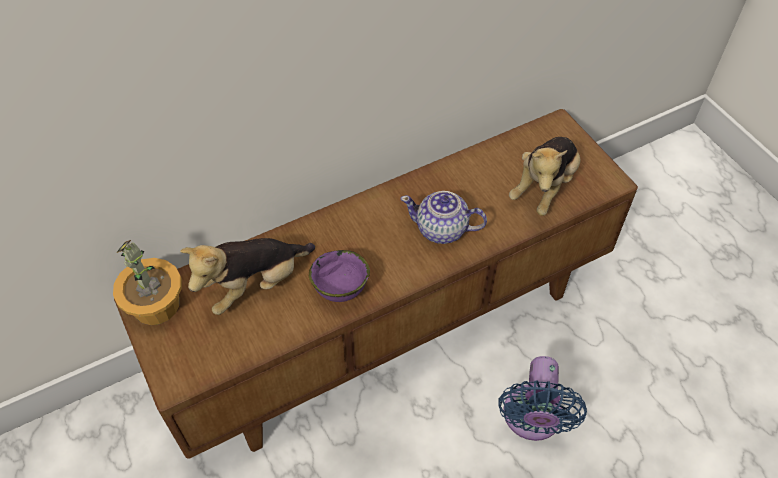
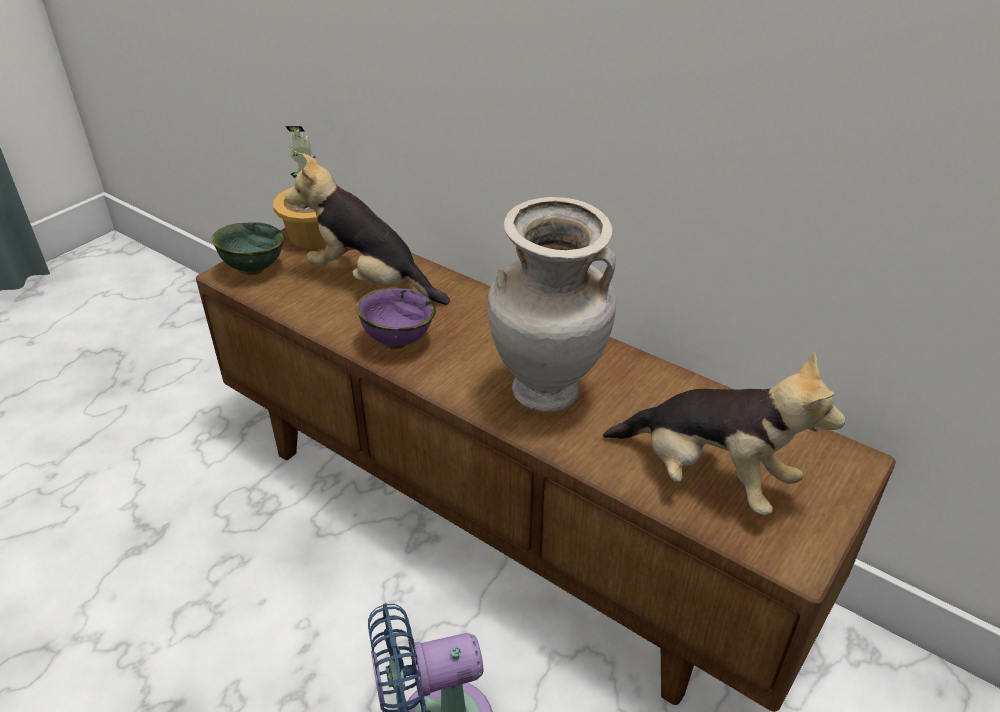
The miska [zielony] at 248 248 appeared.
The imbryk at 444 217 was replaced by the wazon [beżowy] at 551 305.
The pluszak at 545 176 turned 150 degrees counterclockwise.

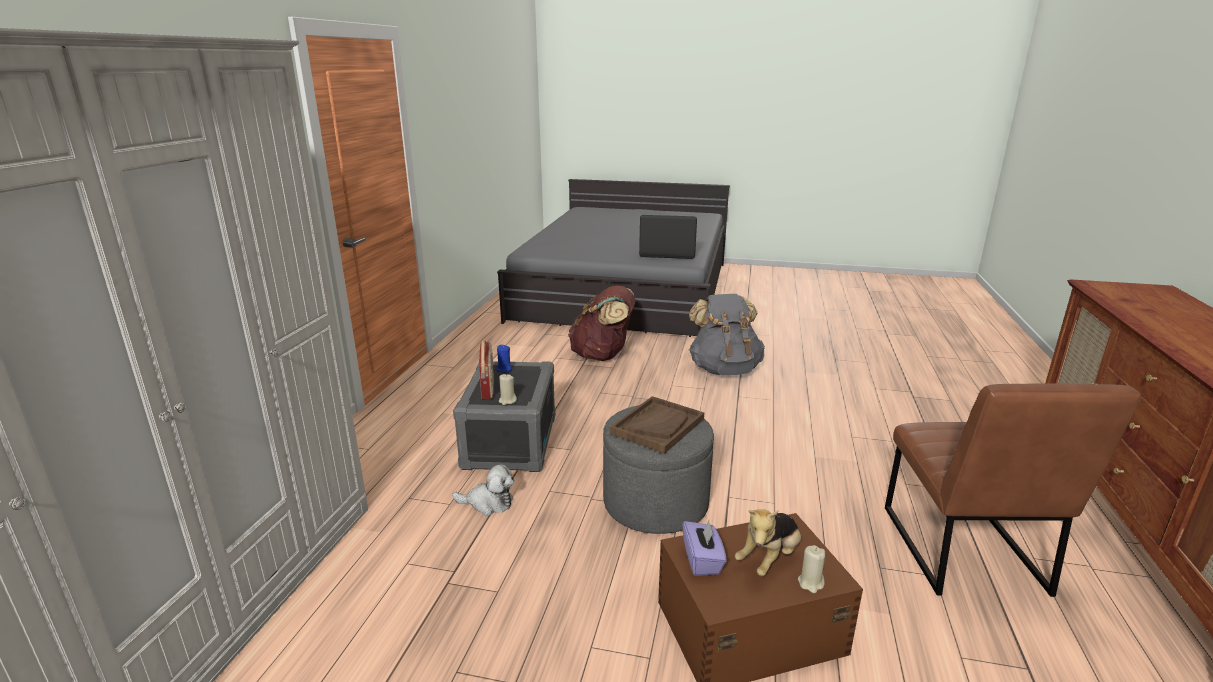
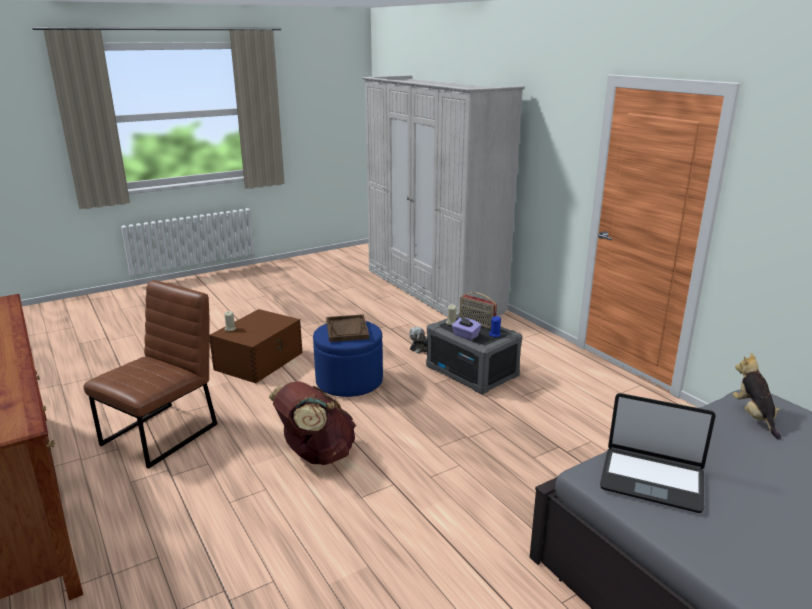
The plecak [szary] at 727 334 disappeared.
The plecak [brązowy] moved from 602 323 to 312 423.
The pudełko chusteczek [fioletowy] moved from 705 548 to 466 328.
The pluszak moved from 768 542 to 757 396.
The pufa [szary] at 658 469 became the pufa [niebieski] at 348 359.
The laptop at 668 237 turned 60 degrees clockwise.
The krzesło [brązowy] at 1013 490 turned 75 degrees clockwise.

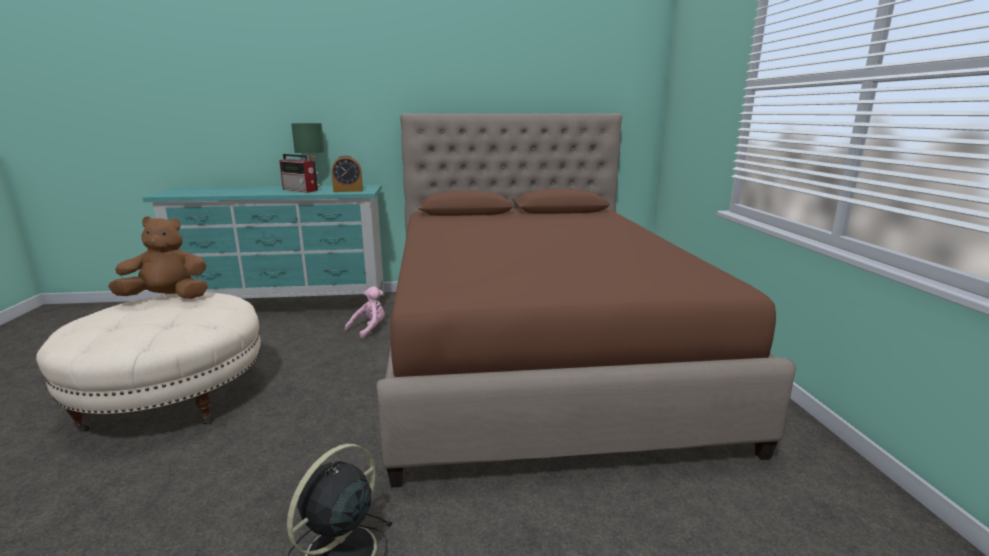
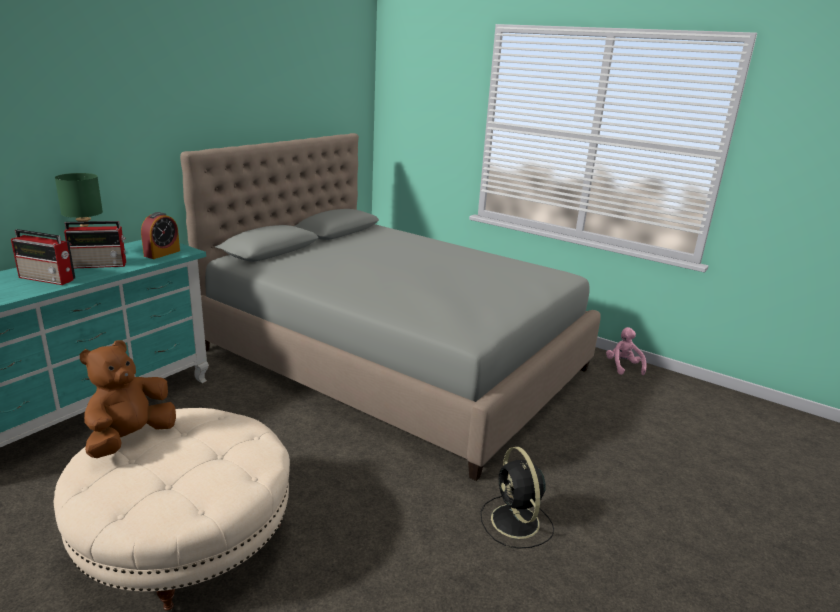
The radio at 43 257 appeared.
The pluszak [różowy] moved from 365 312 to 626 351.
The łóżko [brązowy] at 586 300 became the łóżko [szary] at 390 307.

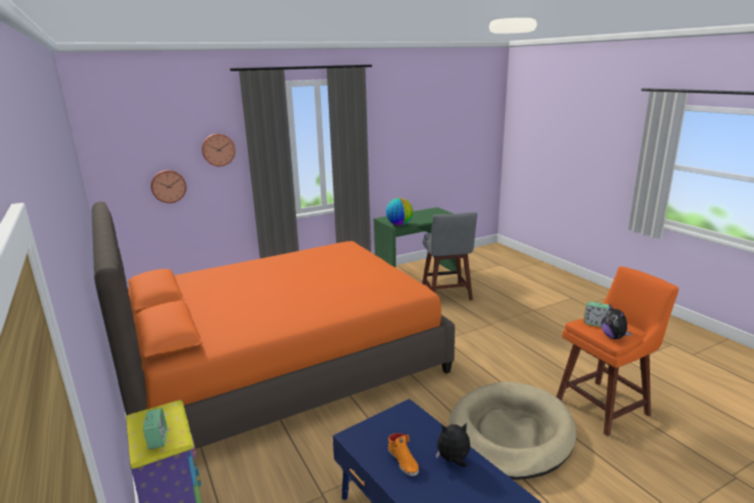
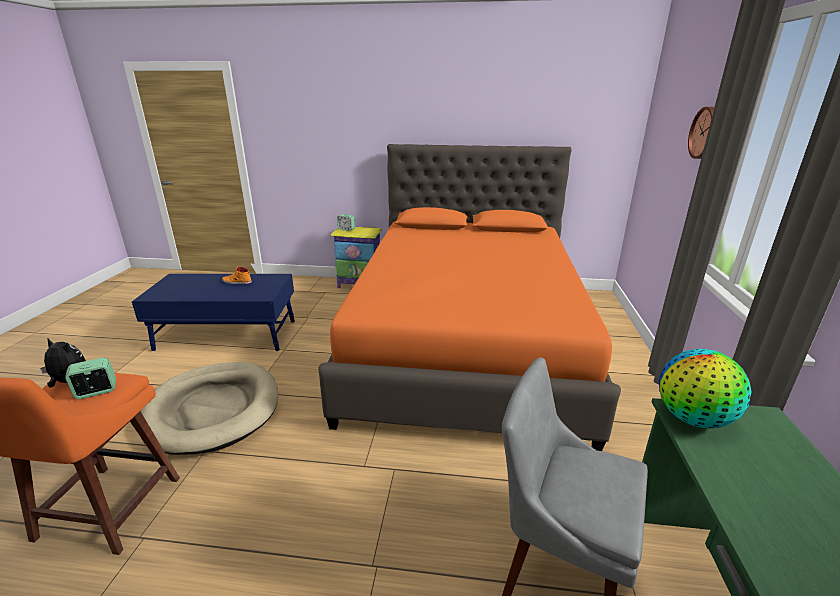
The zegar ścienny at 168 186 disappeared.
The pluszak at 453 445 disappeared.

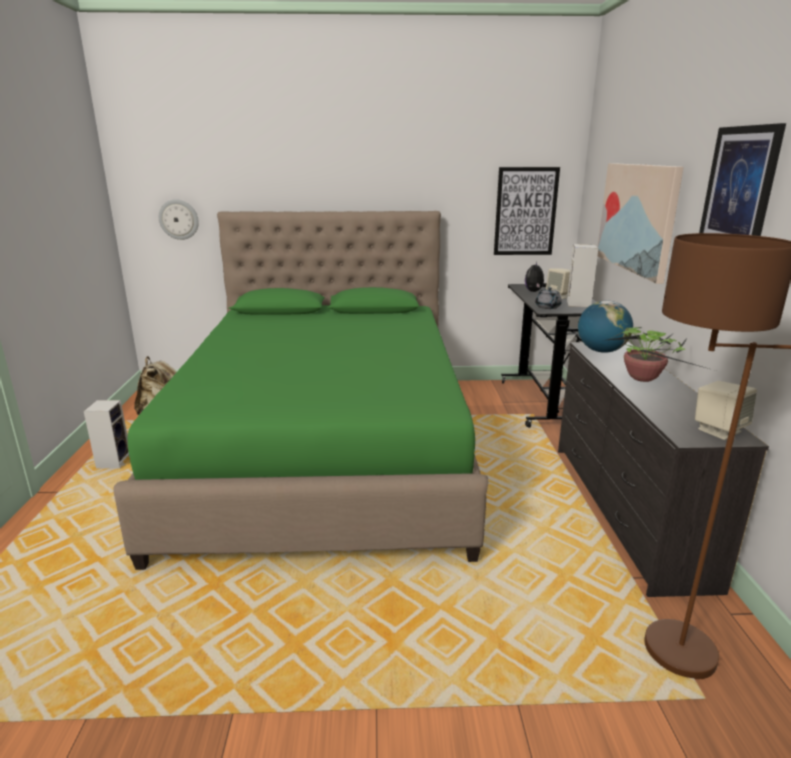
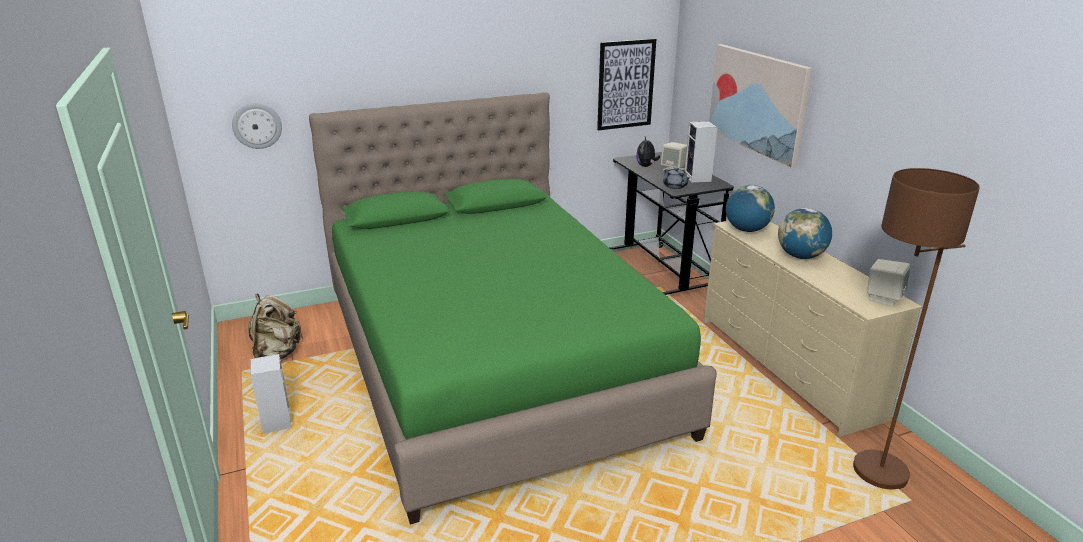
The obraz at 742 179 disappeared.
The roślina doniczkowa at 662 354 was replaced by the globus at 805 233.
The komoda [czarny] at 663 469 became the komoda [beżowy] at 813 329.

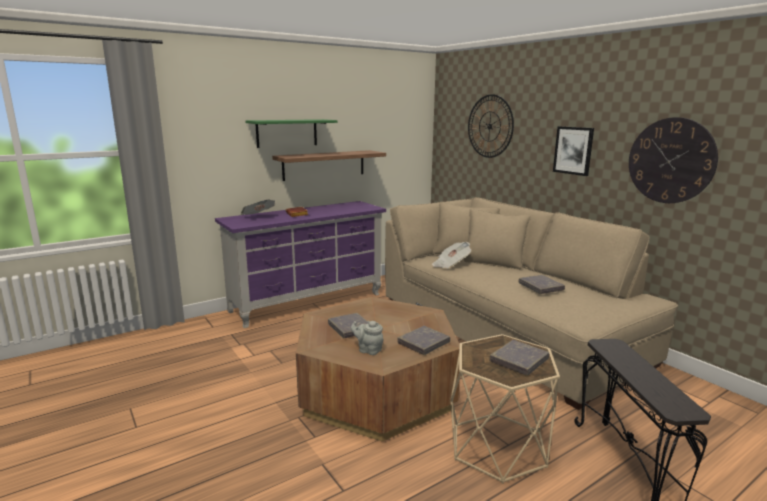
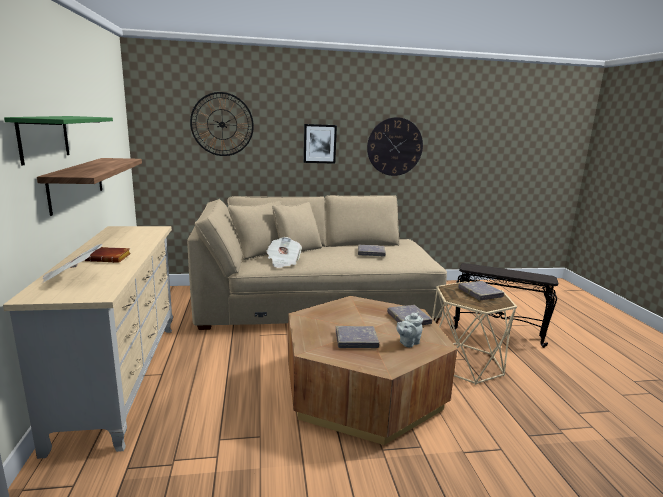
The komoda [fioletowy] at 300 264 became the komoda [beżowy] at 88 342.

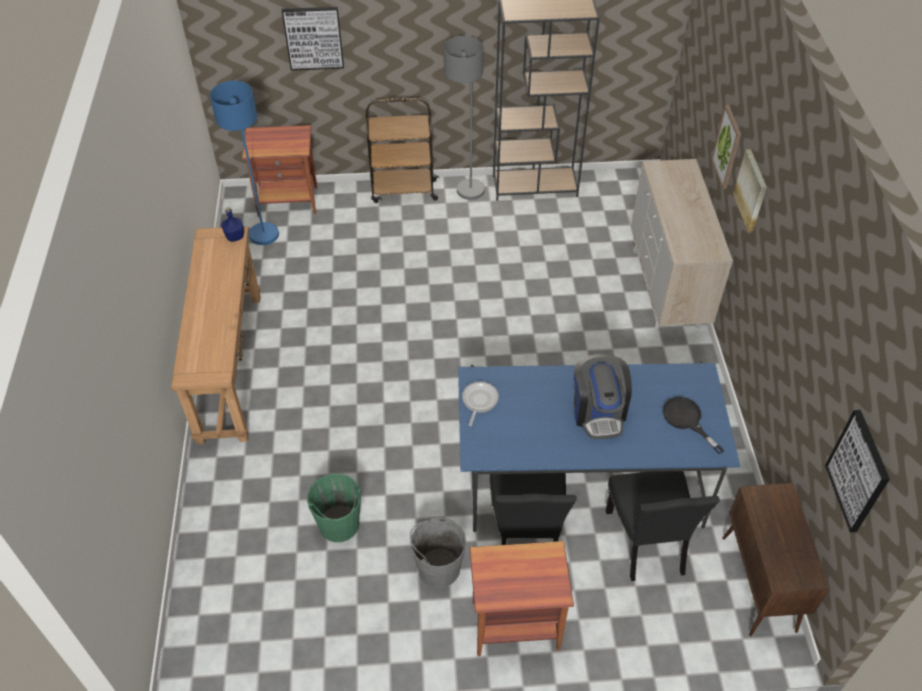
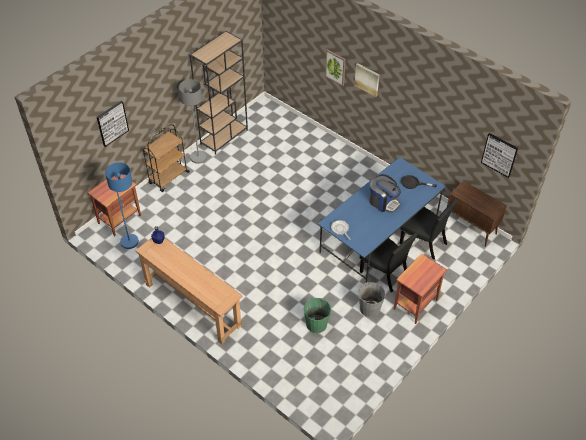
The komoda [biały] at 682 245 disappeared.

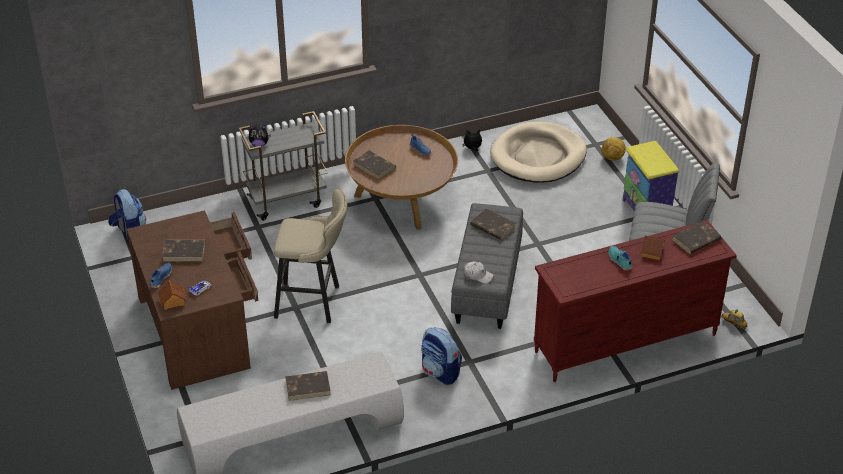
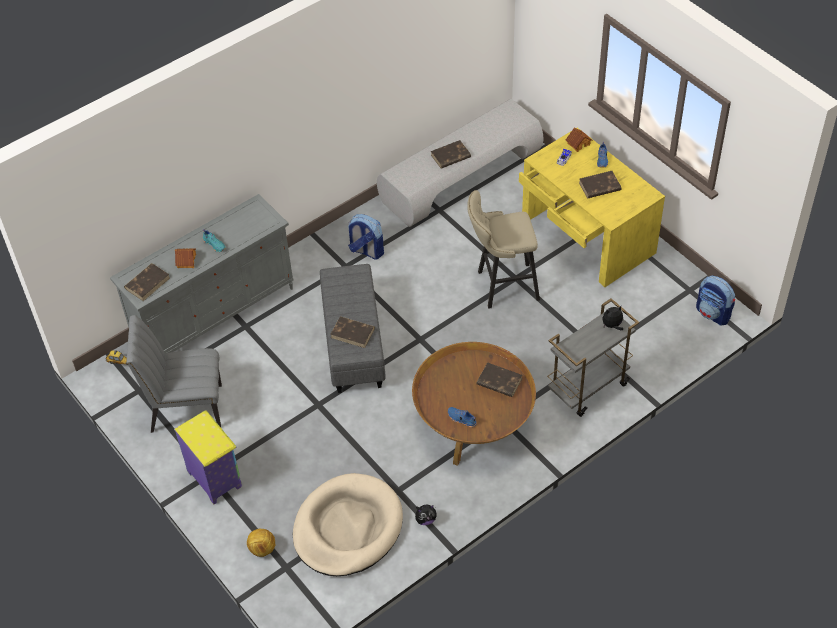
The czapka z daszkiem [biały] at 479 272 disappeared.
The biurko [brązowy] at 192 300 became the biurko [żółty] at 592 207.
The komoda [czerwony] at 635 301 became the komoda [szary] at 202 273.

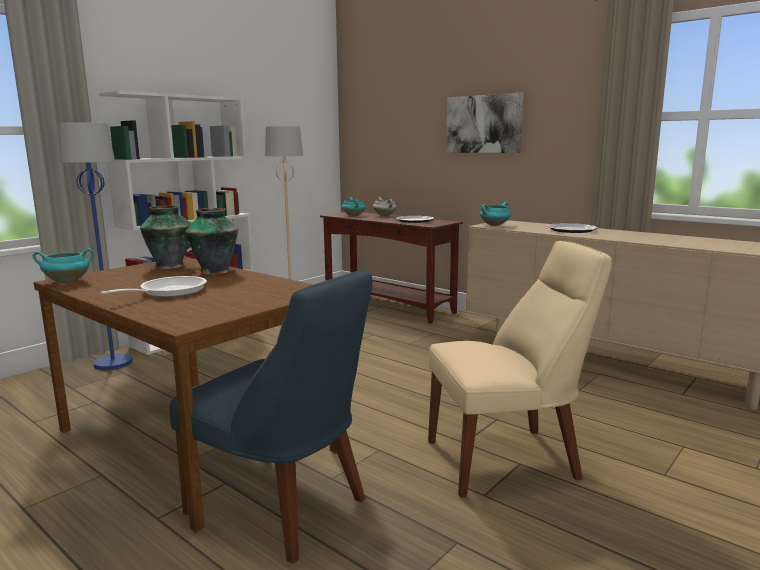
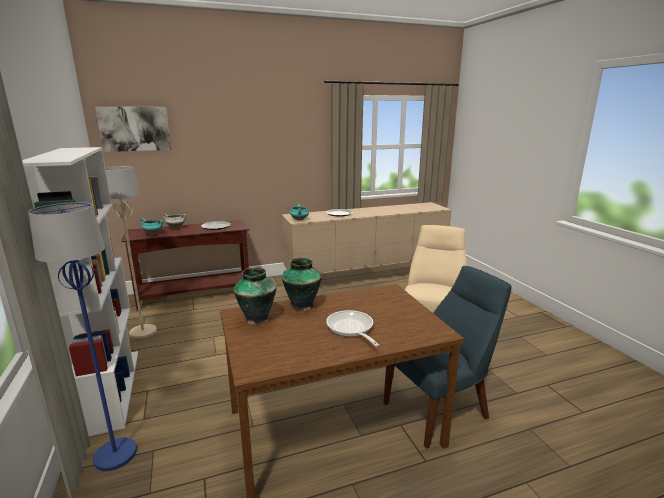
The garnek [turkusowy] at 63 266 disappeared.
The obraz moved from 484 123 to 133 129.

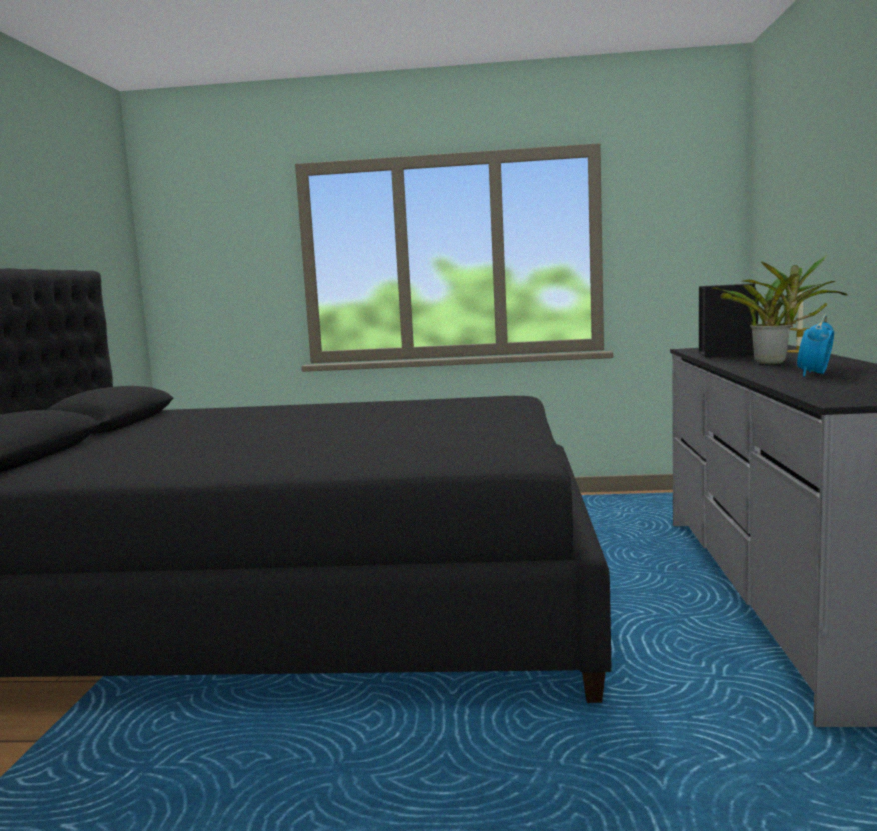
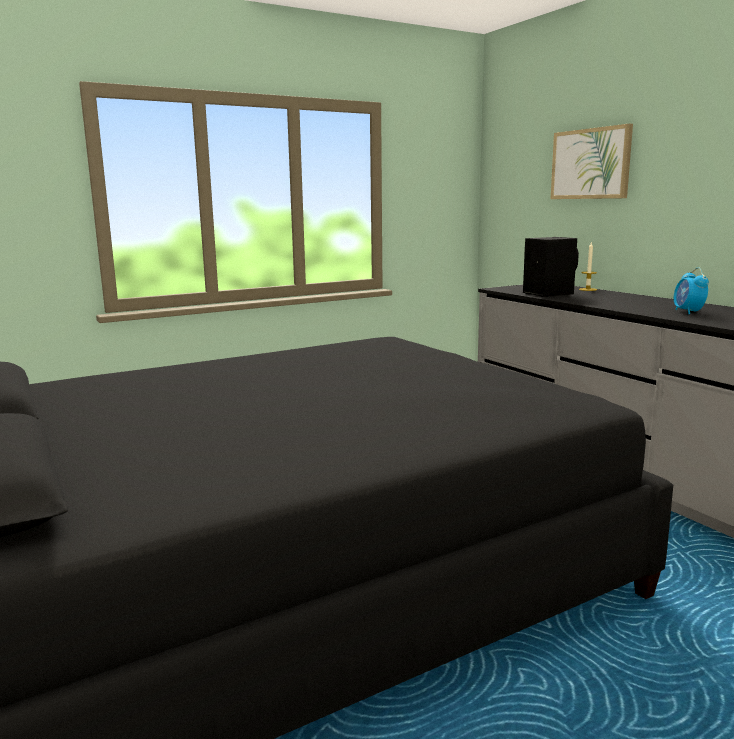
The roślina doniczkowa at 780 309 disappeared.
The obraz at 592 161 appeared.

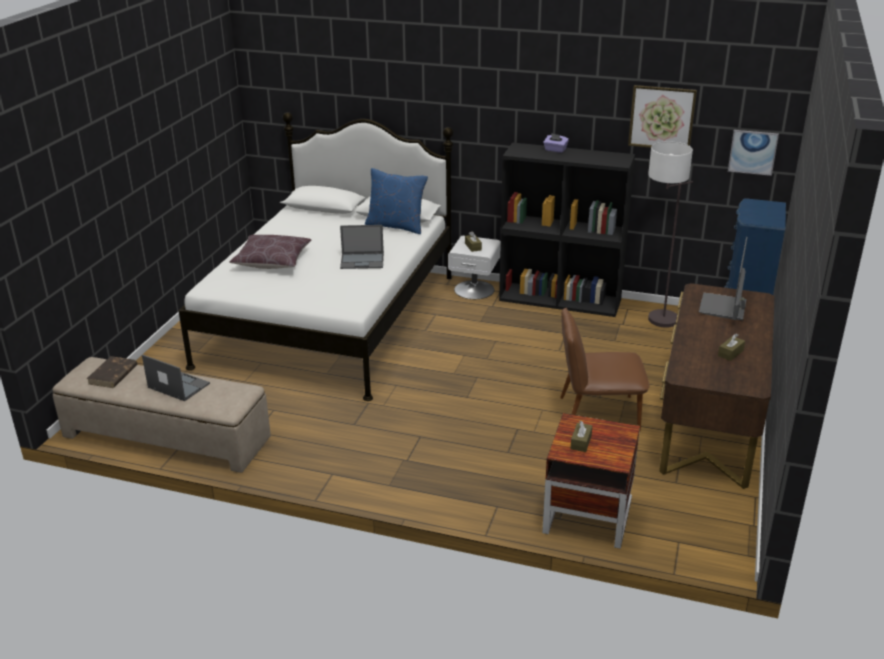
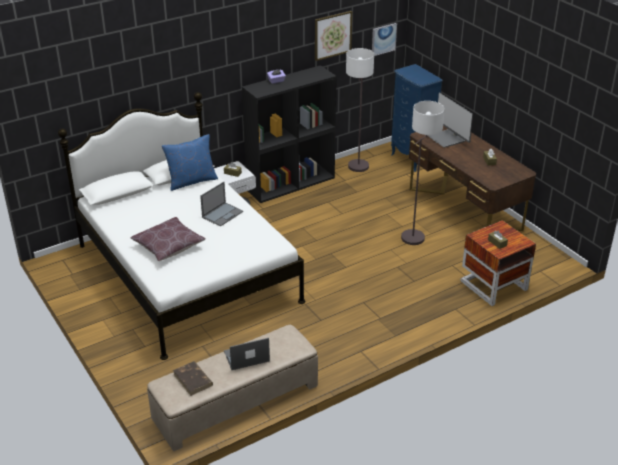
The krzesło [brązowy] at 604 370 was replaced by the lampa stojąca [biały] at 423 173.

